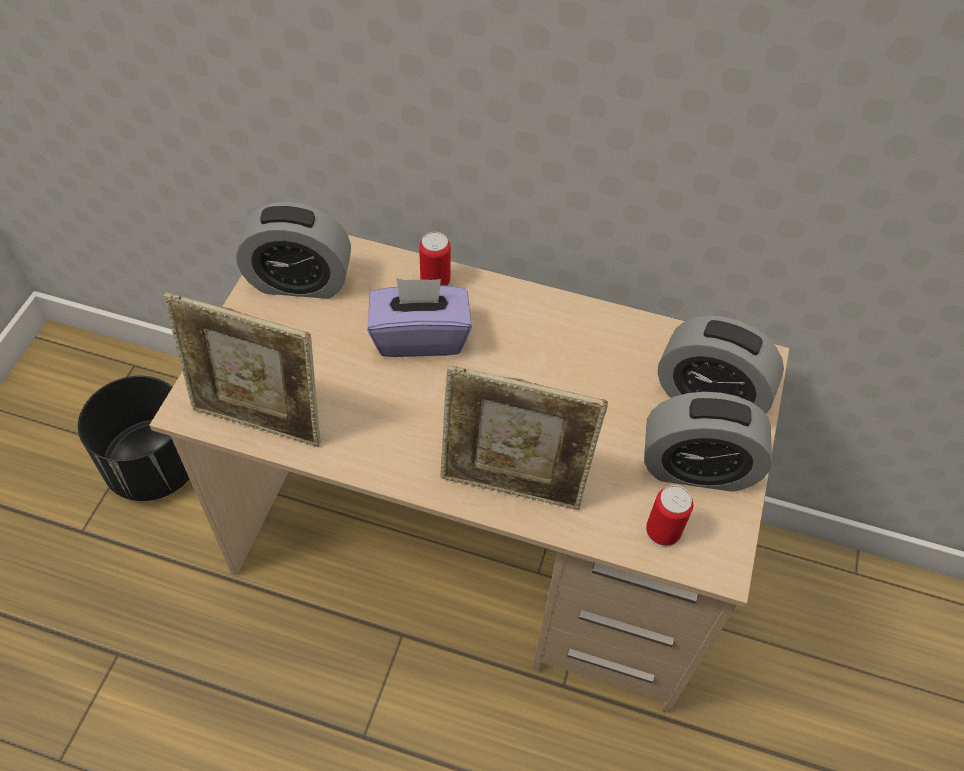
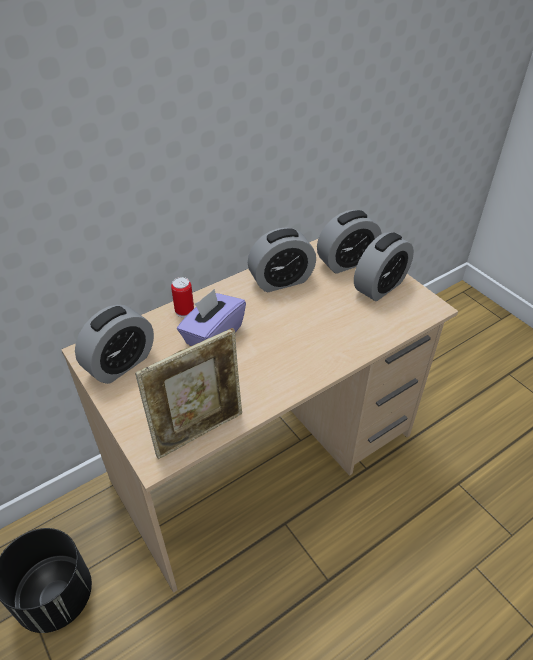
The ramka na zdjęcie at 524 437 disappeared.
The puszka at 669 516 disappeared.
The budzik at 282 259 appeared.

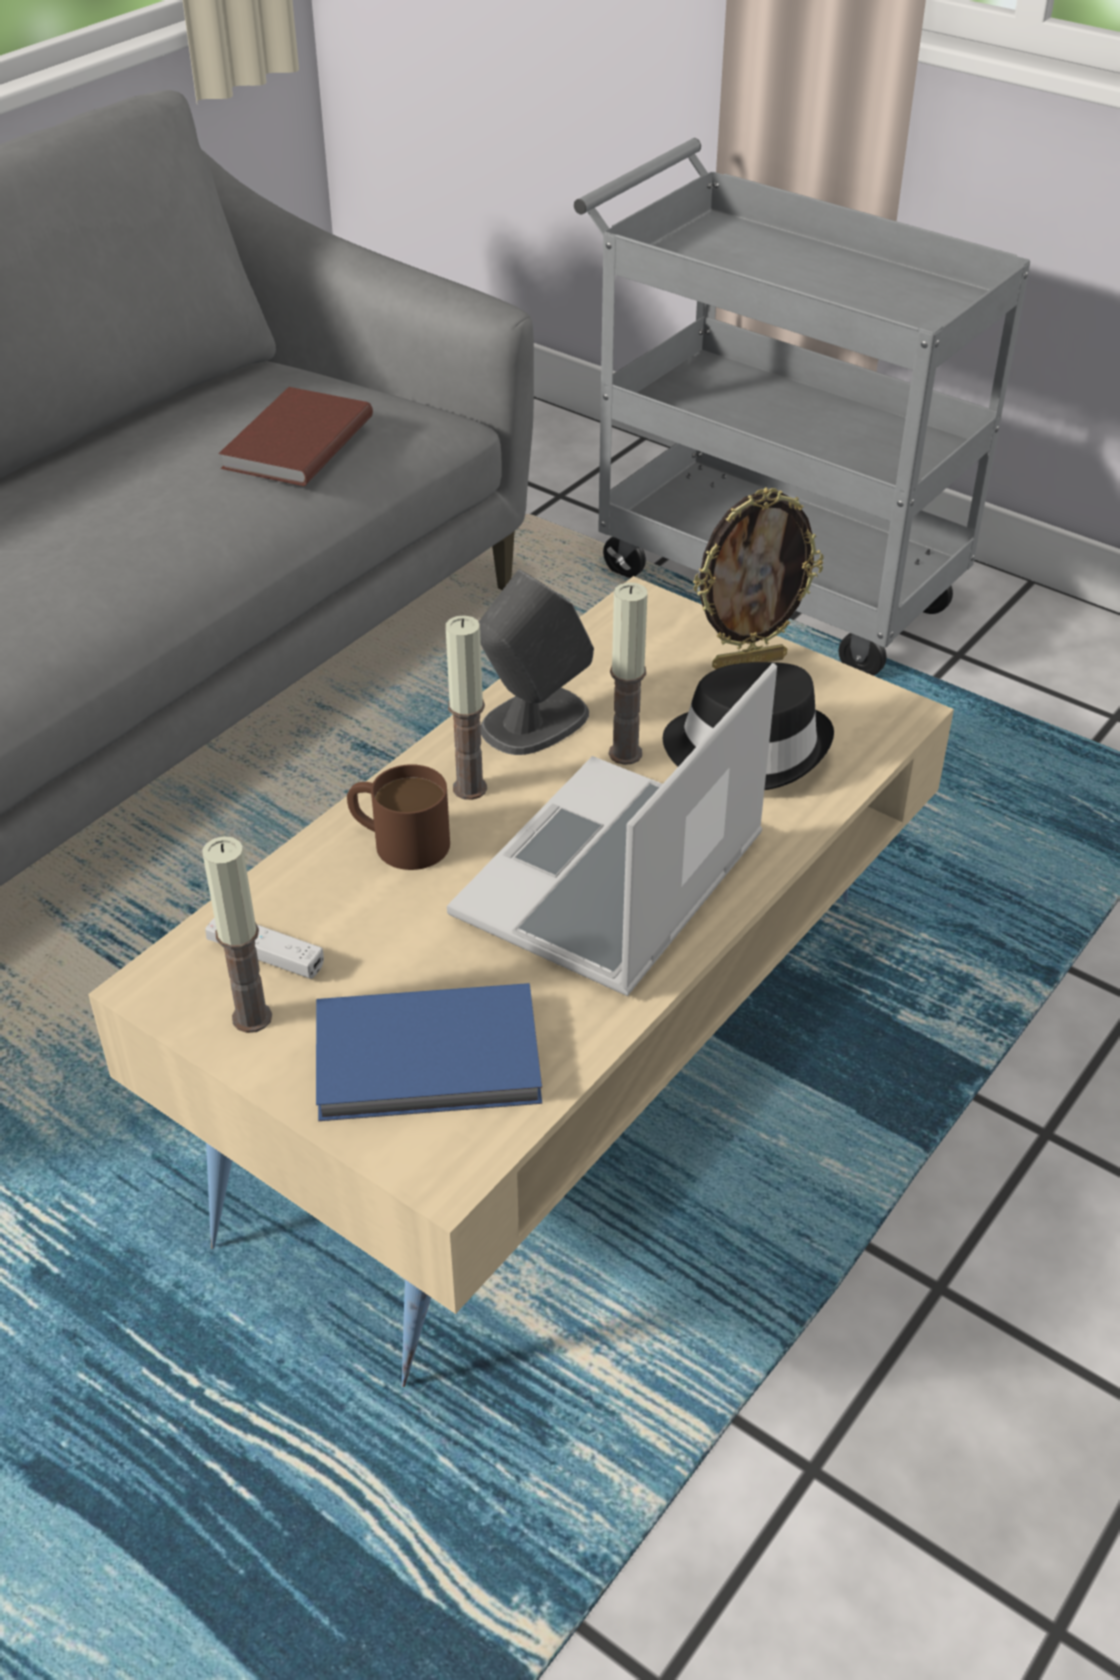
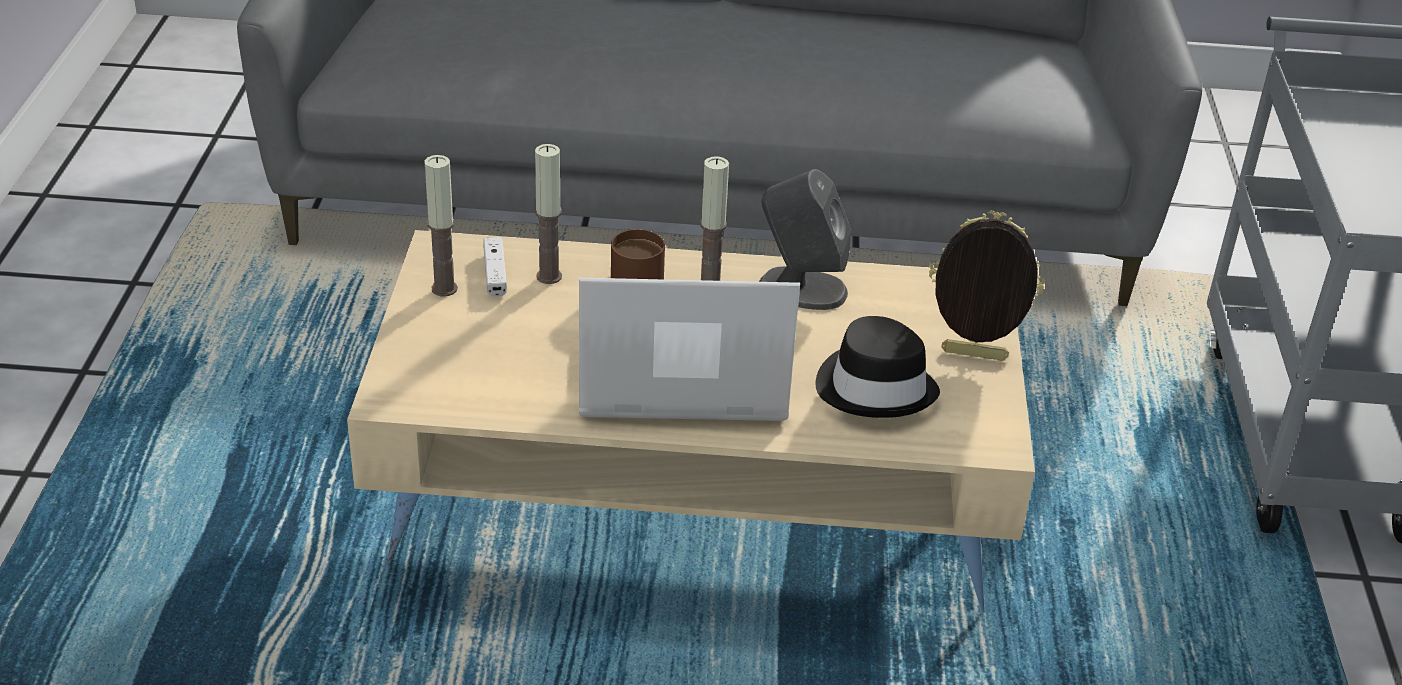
The książka [brązowy] at 296 436 disappeared.
The książka [niebieski] at 429 1052 disappeared.
The świeca moved from 628 673 to 548 214.
The ramka na zdjęcie at 758 578 turned 150 degrees clockwise.

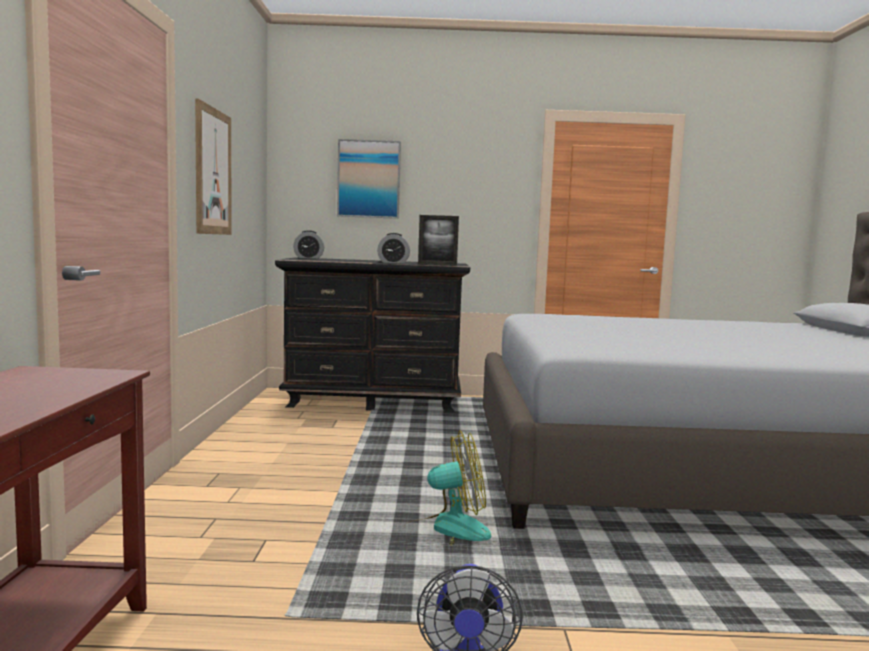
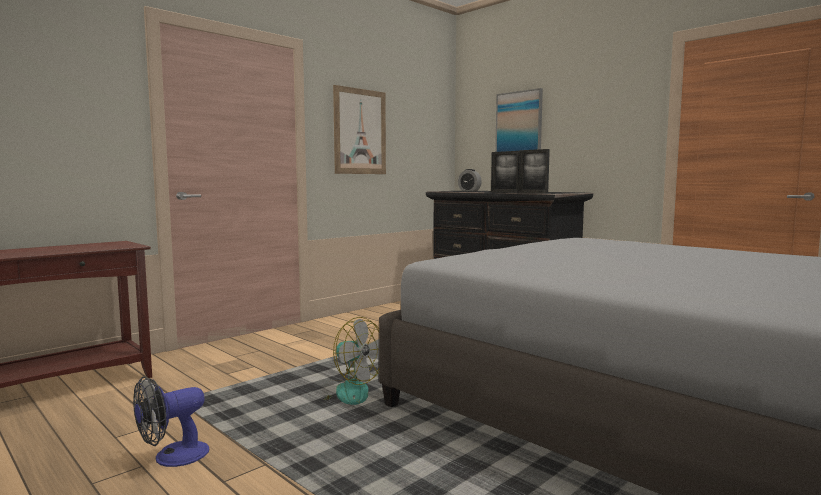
The budzik at 393 248 was replaced by the ramka na zdjęcie at 505 172.

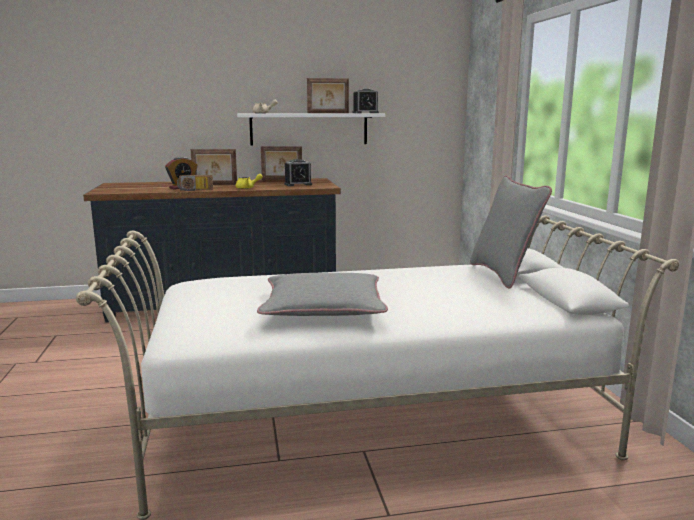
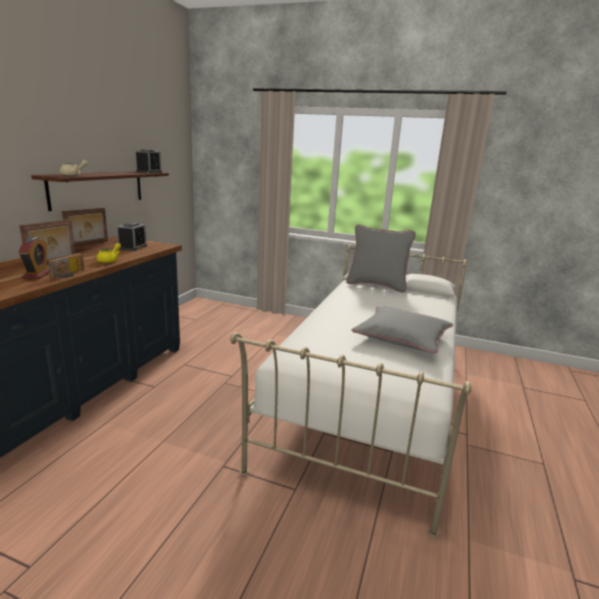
The ramka na zdjęcie at 328 95 disappeared.
The półka [biały] at 311 129 became the półka [brązowy] at 100 191.

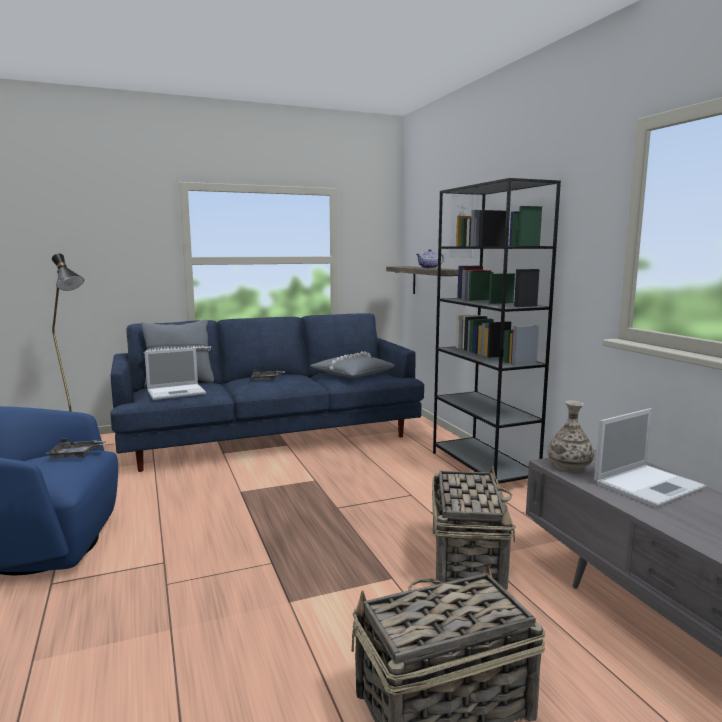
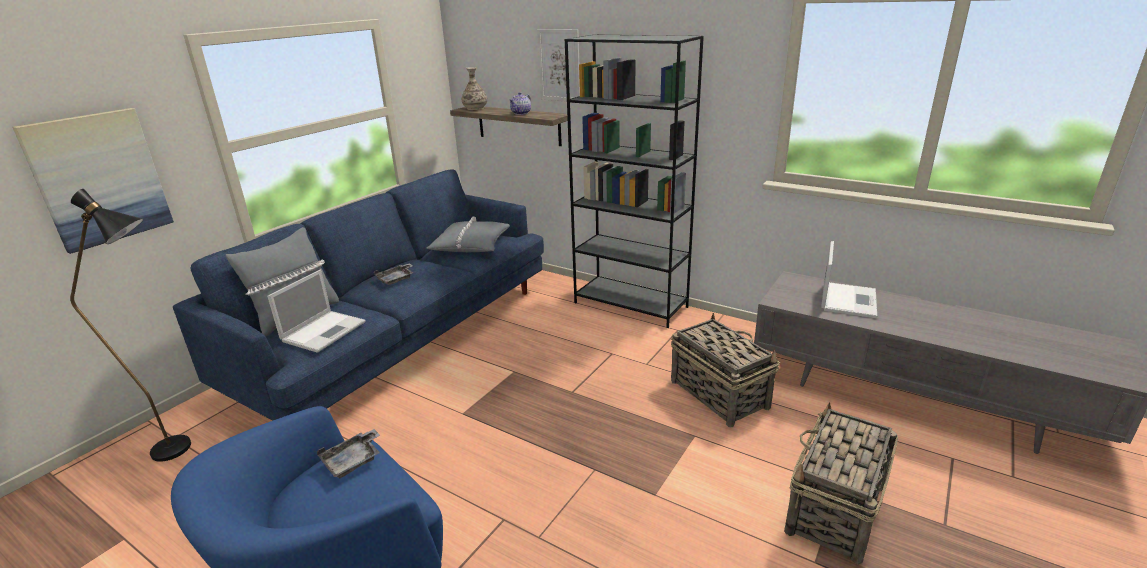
The obraz at 93 181 appeared.
The wazon moved from 571 436 to 474 88.

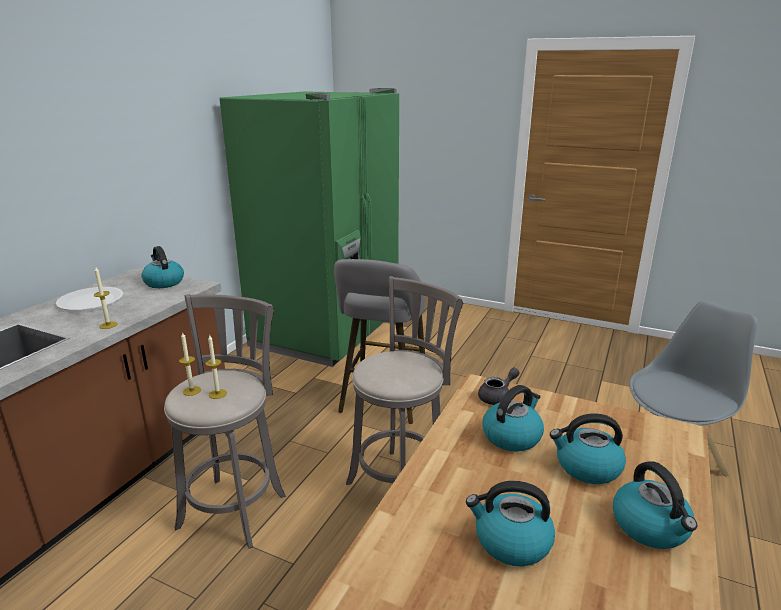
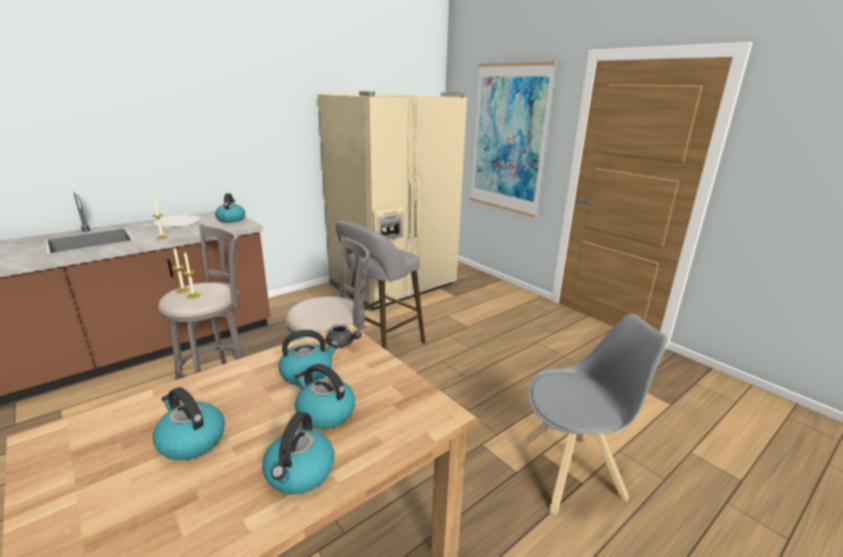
The obraz at 513 139 appeared.
The lodówka [zielony] at 309 227 became the lodówka [beżowy] at 392 201.
The imbryk [szary] at 499 386 turned 45 degrees clockwise.

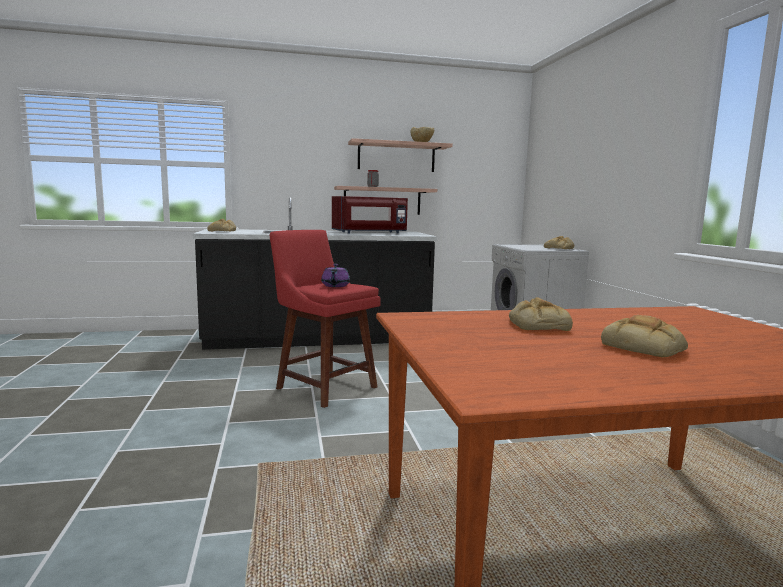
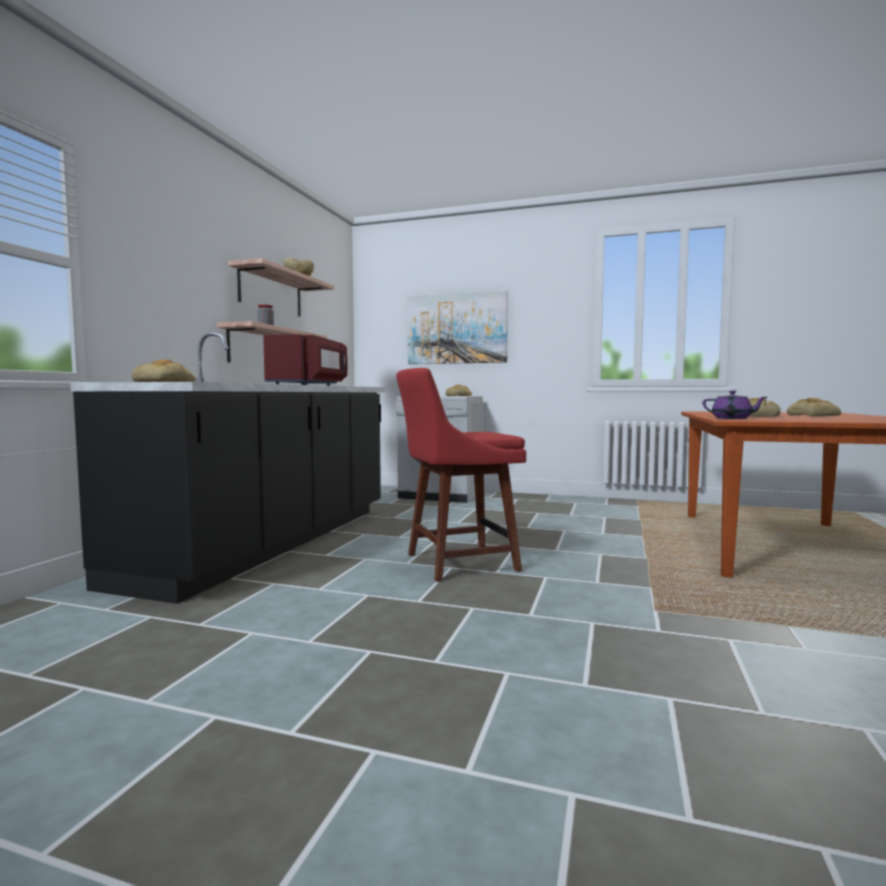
The obraz at 458 327 appeared.
The imbryk [fioletowy] moved from 335 275 to 735 405.

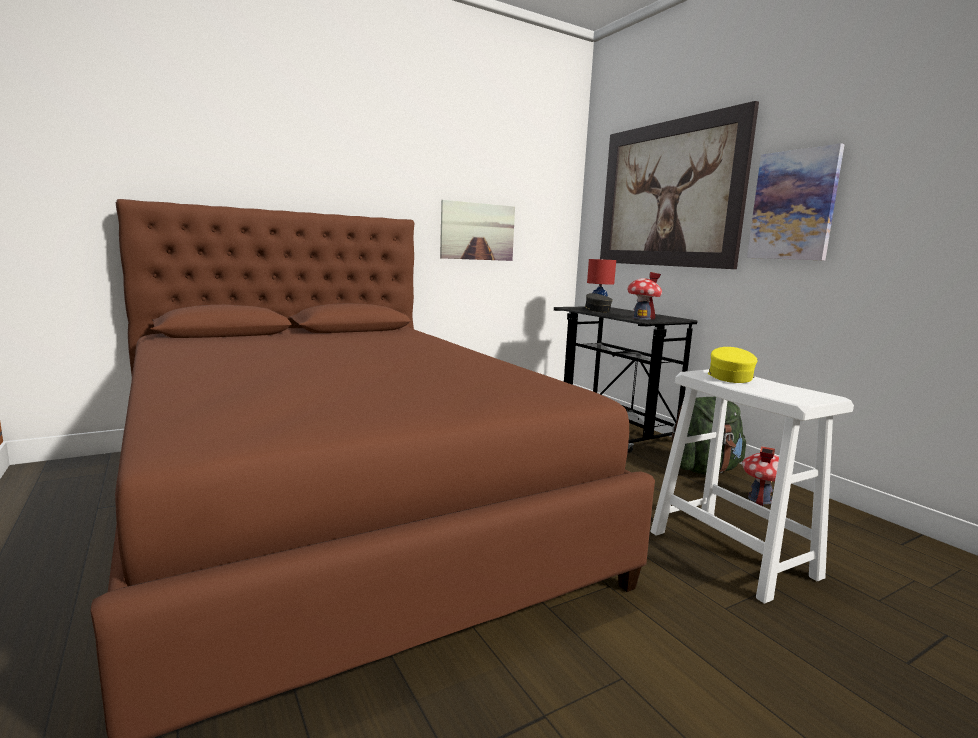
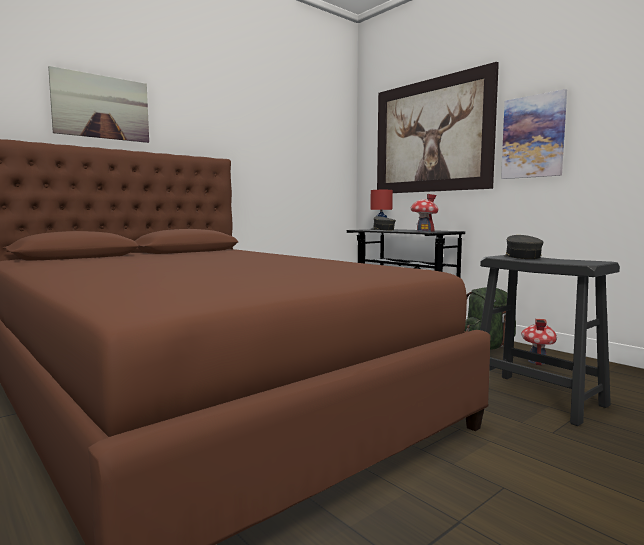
The obraz moved from 477 230 to 98 104.
The stołek [biały] at 752 486 became the stołek [czarny] at 550 340.
The czapka z daszkiem [żółty] at 733 365 became the czapka z daszkiem [szary] at 523 247.

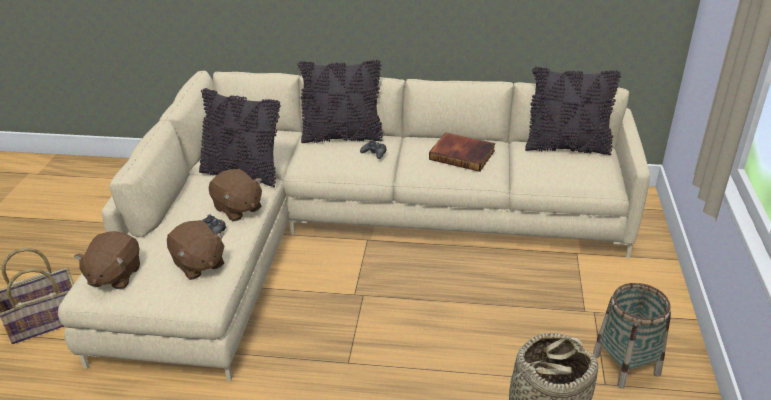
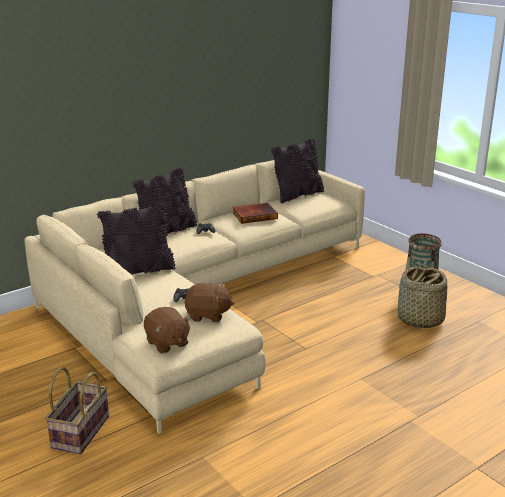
The pluszak [brązowy] at 235 195 disappeared.

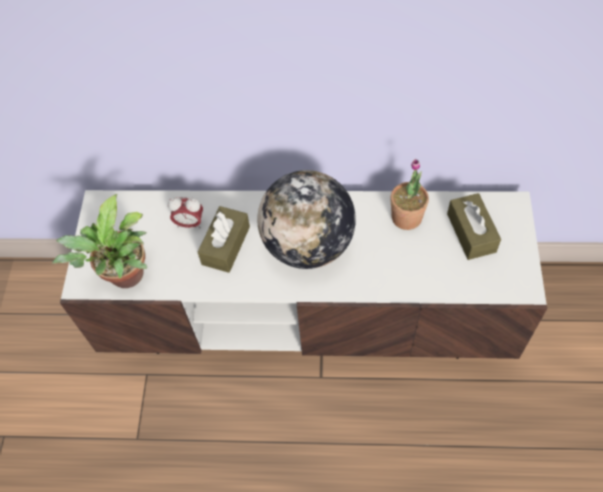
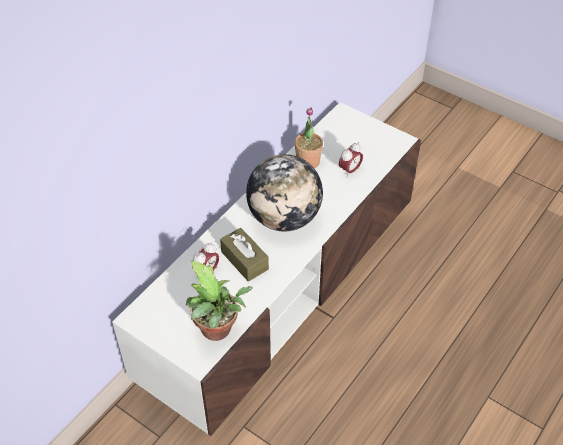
The pudełko chusteczek [brązowy] at 474 226 disappeared.
The budzik at 351 160 appeared.

